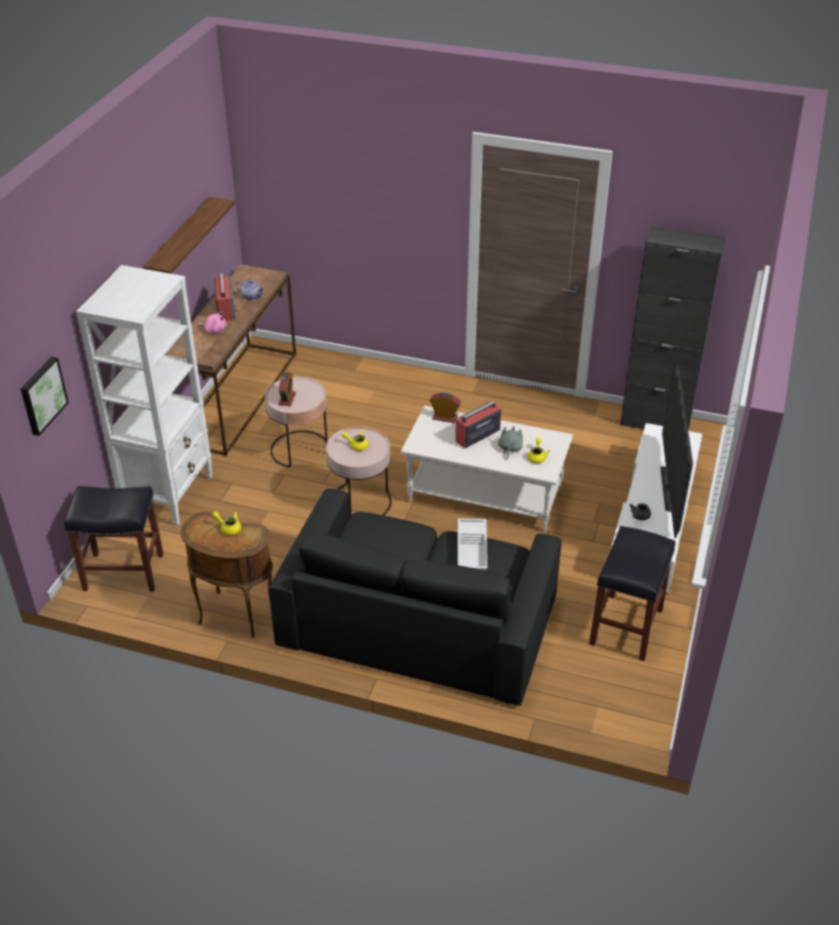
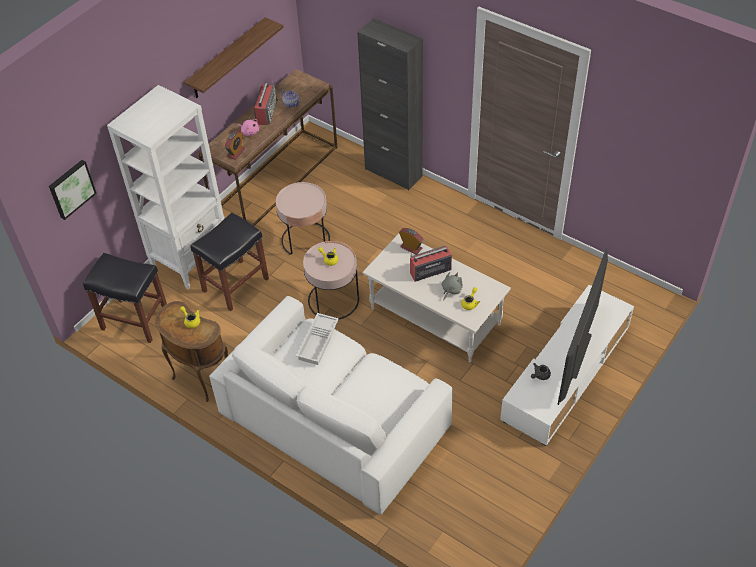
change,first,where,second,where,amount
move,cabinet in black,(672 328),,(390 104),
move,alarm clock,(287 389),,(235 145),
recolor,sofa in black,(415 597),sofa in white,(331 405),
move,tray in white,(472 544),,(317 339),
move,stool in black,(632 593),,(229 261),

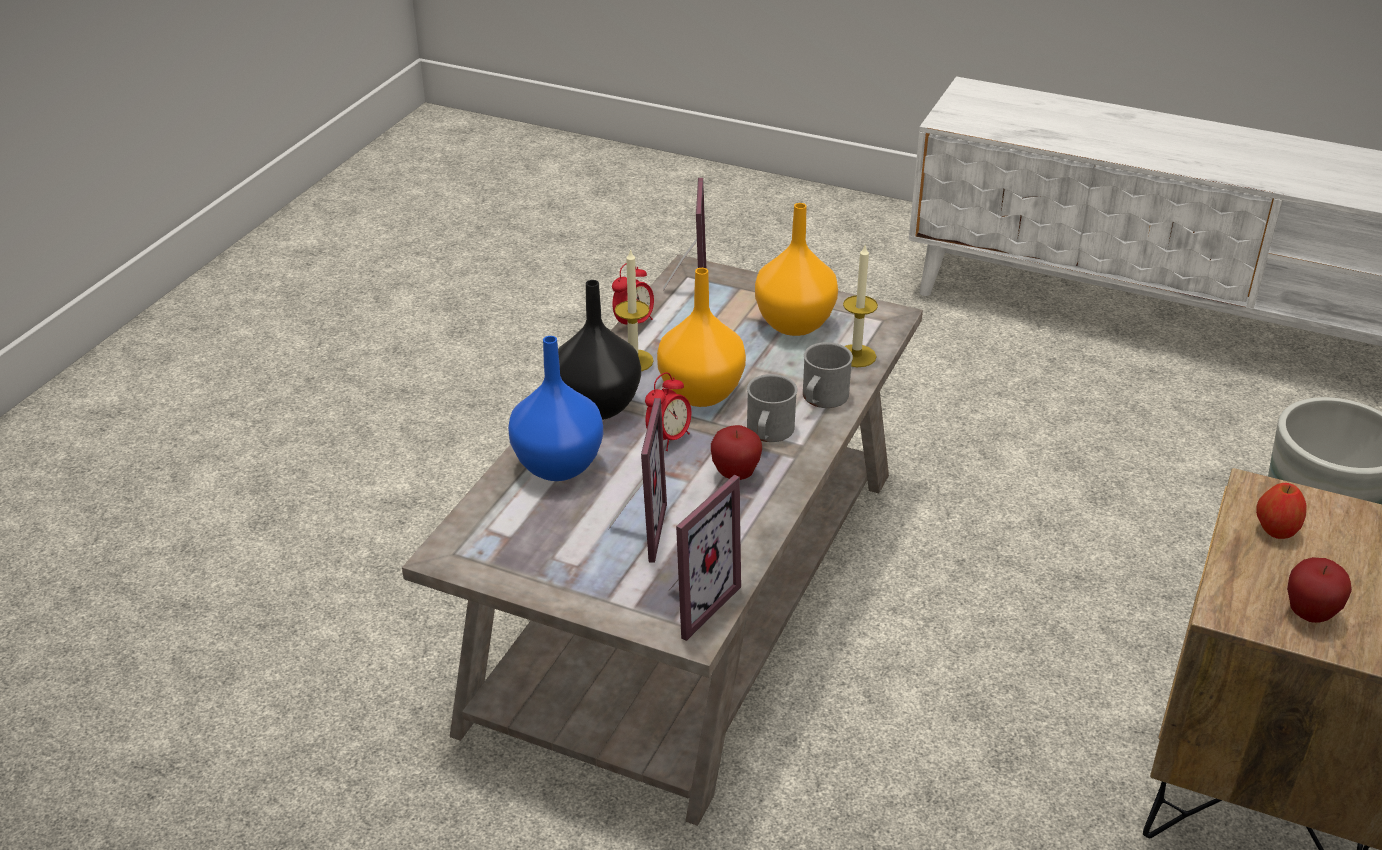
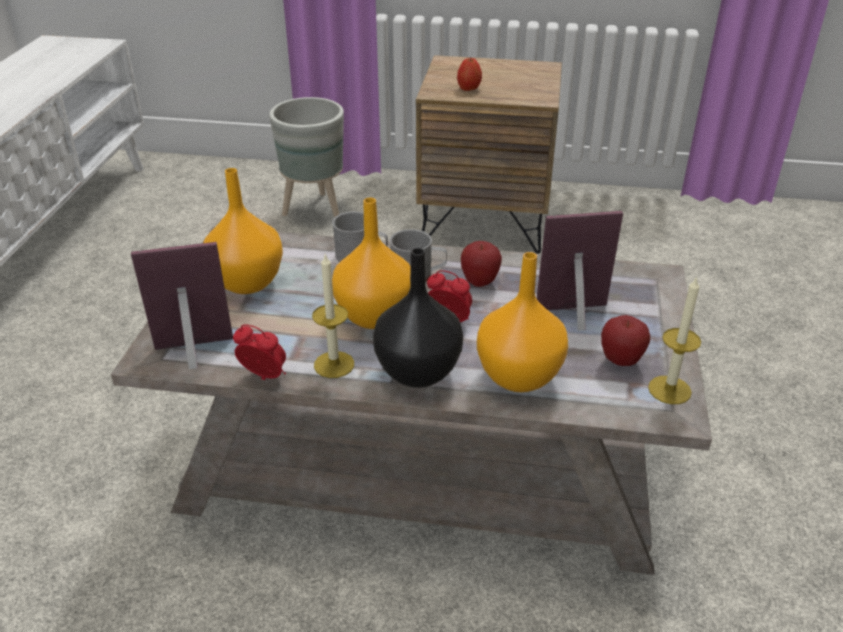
change,first,where,second,where,amount
move,candle,(860 306),,(674 340),
recolor,vase in blue,(555 408),vase in orange,(522 322),
delete,picture frame,(705 558),,,
move,apple,(1319 590),,(625 340),

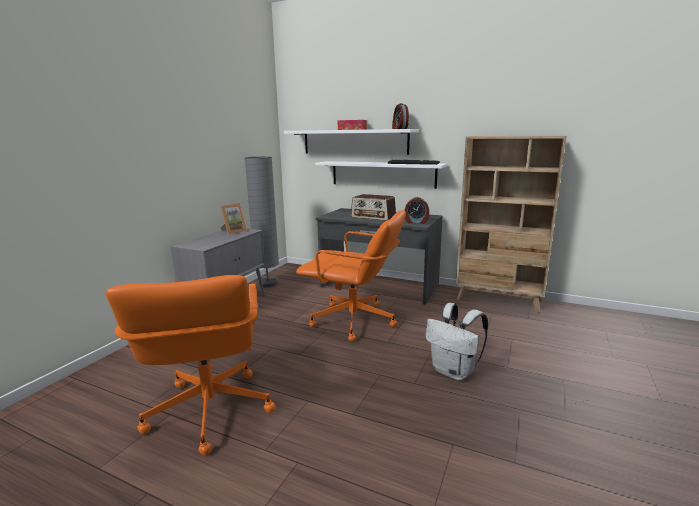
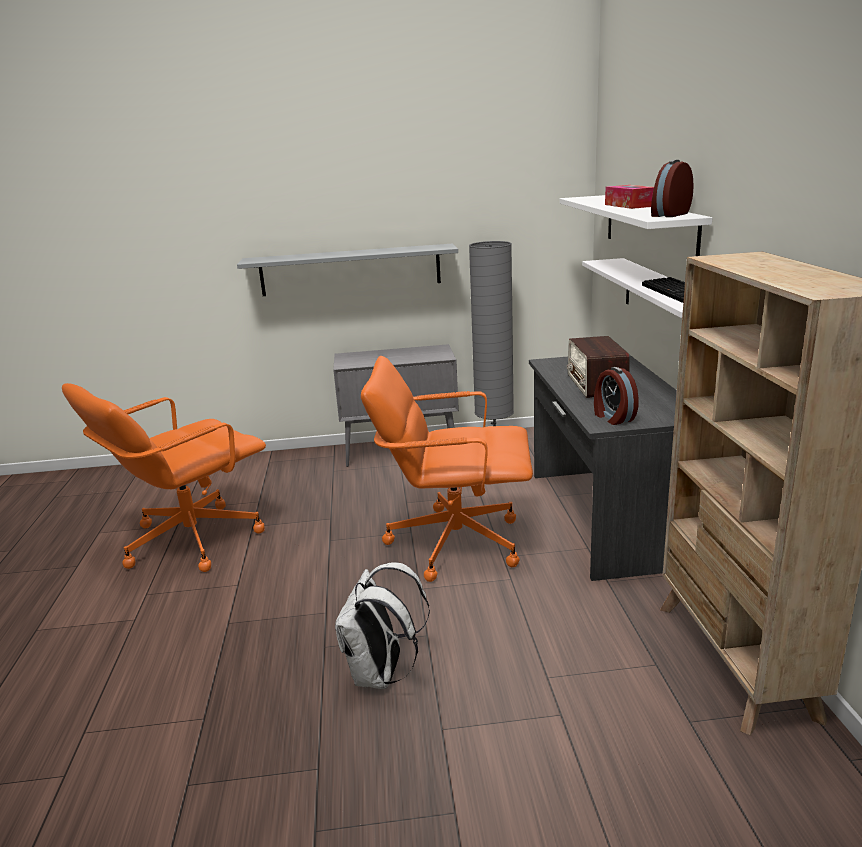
change,first,where,second,where,amount
delete,picture frame,(233 218),,,
rotate,office chair in orange,(351 275),,(447 469),105 degrees clockwise
insert,,,shelf in grey,(347 269),

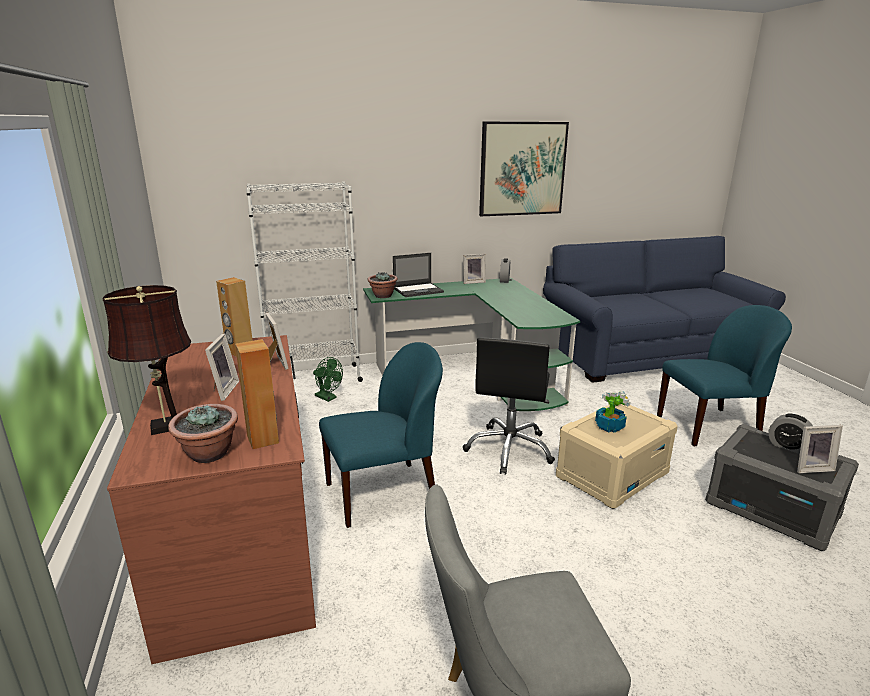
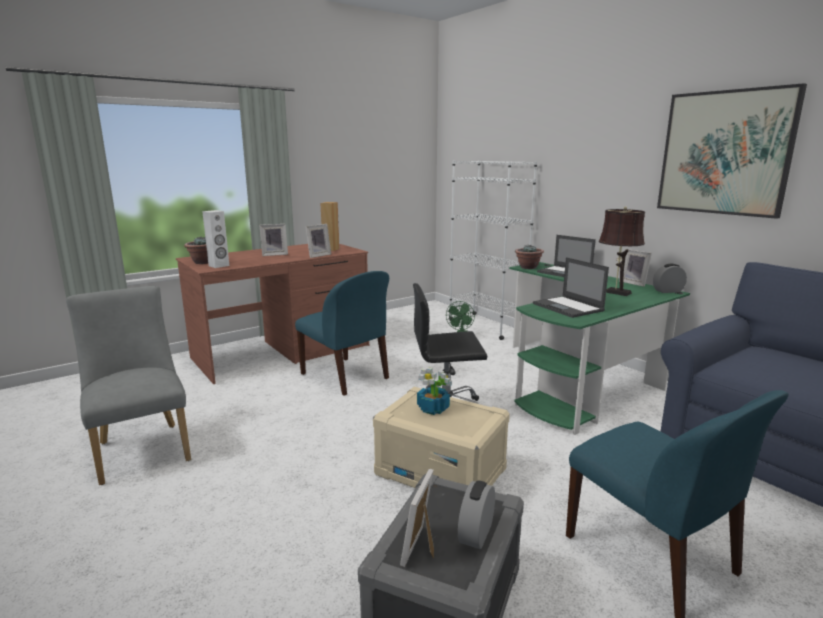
change,first,where,second,where,amount
move,table lamp in brown,(146 360),,(622 251),
recolor,speaker in brown,(257 394),speaker in white,(215 239),
rotate,picture frame,(820 449),,(417 518),45 degrees clockwise
insert,,,laptop,(571 287),

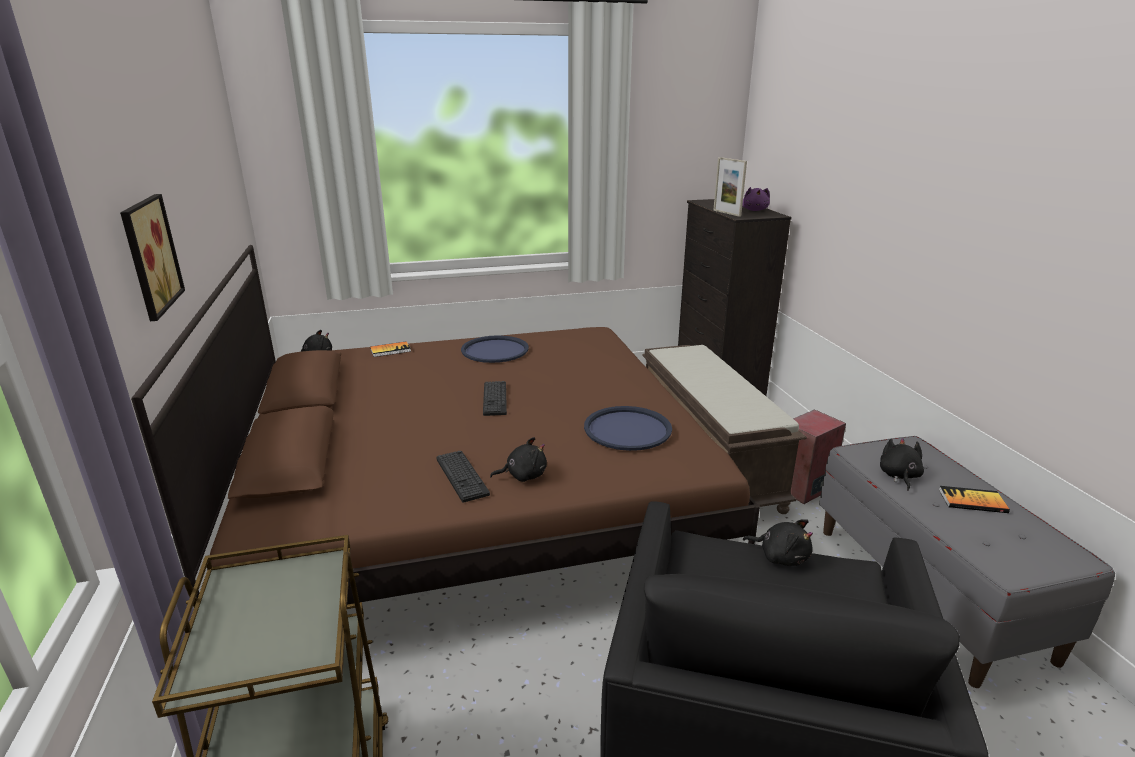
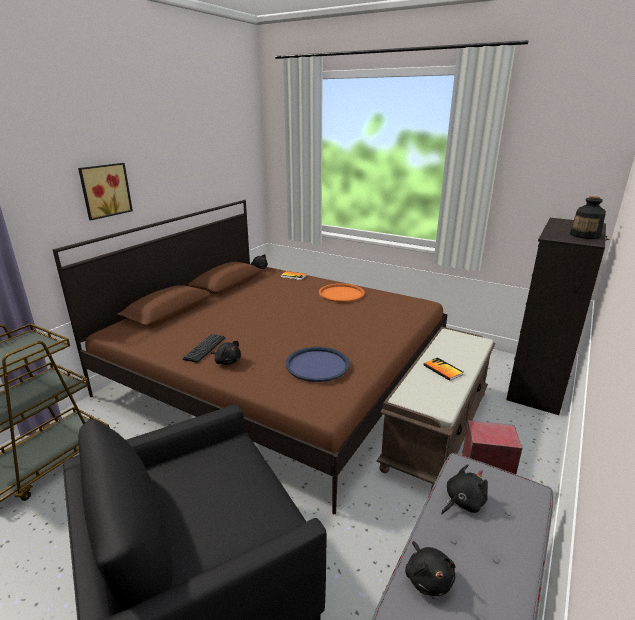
change,first,where,second,where,amount
delete,picture frame,(730 187),,,
replace,plush toy in purple,(756 199),bottle,(588 217),
recolor,tray in blue,(495 349),tray in orange,(342 292),
delete,keyboard,(495 398),,,
move,book,(974 499),,(443 369),
move,plush toy in black,(778 542),,(430 568),

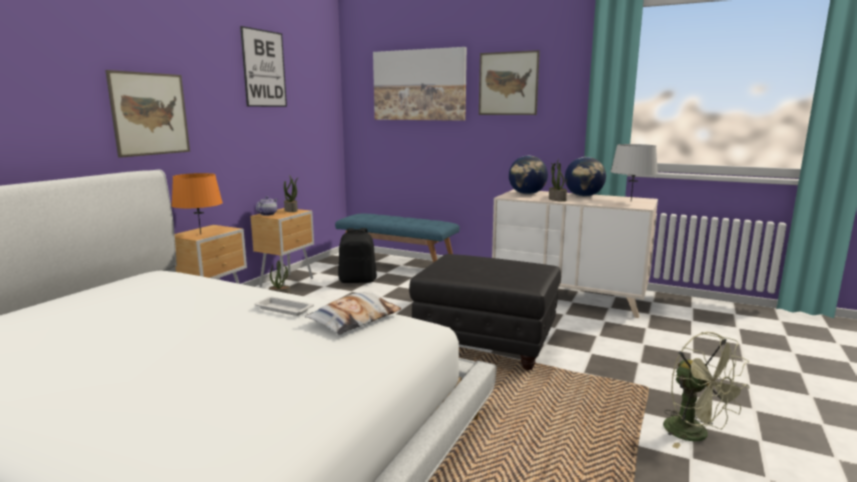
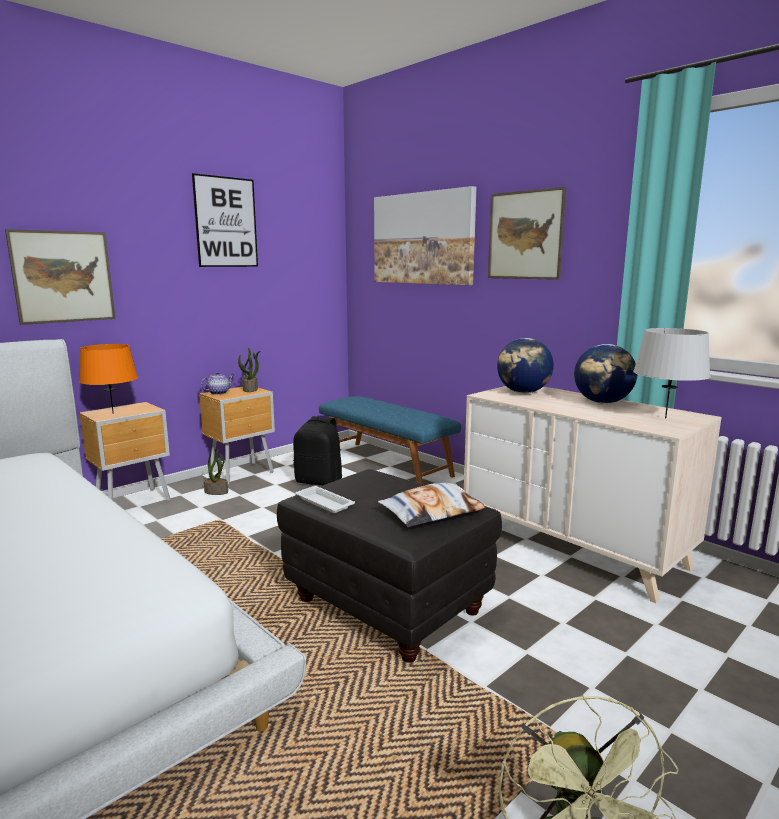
change,first,where,second,where,amount
delete,potted plant,(558 180),,,
move,pillow,(353 313),,(432 505),
move,tray in white,(284 306),,(325 499),

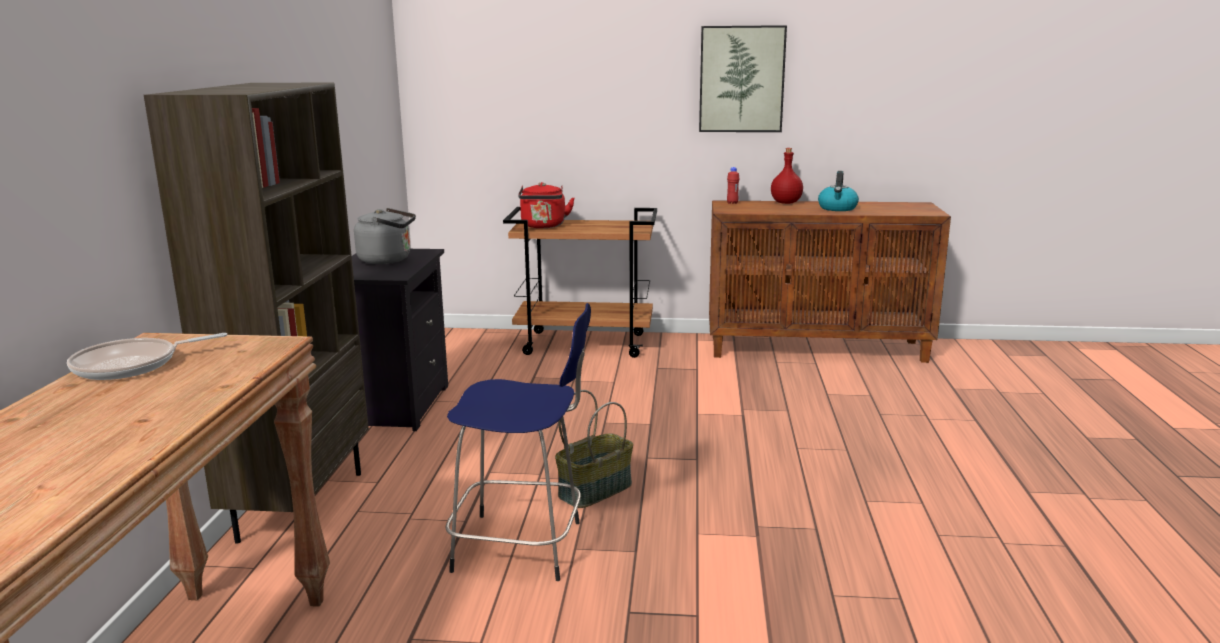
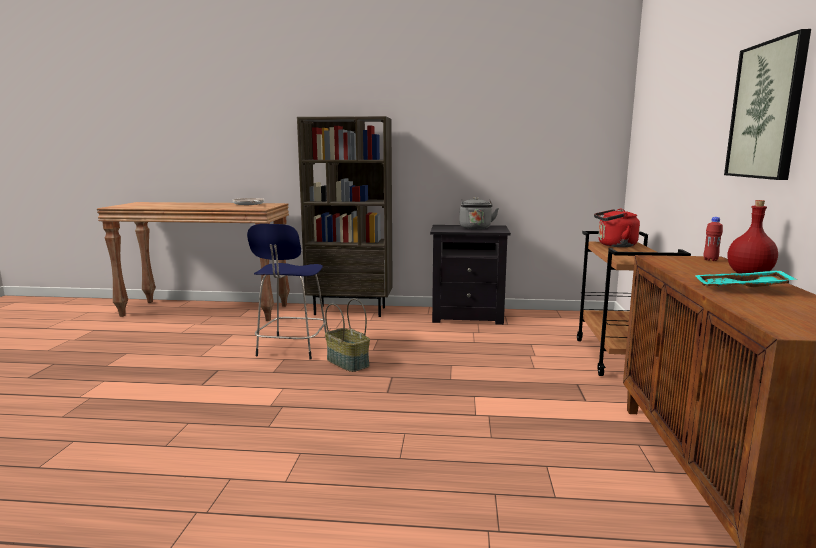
change,first,where,second,where,amount
replace,kettle,(838 191),tray in turquoise,(746 278),

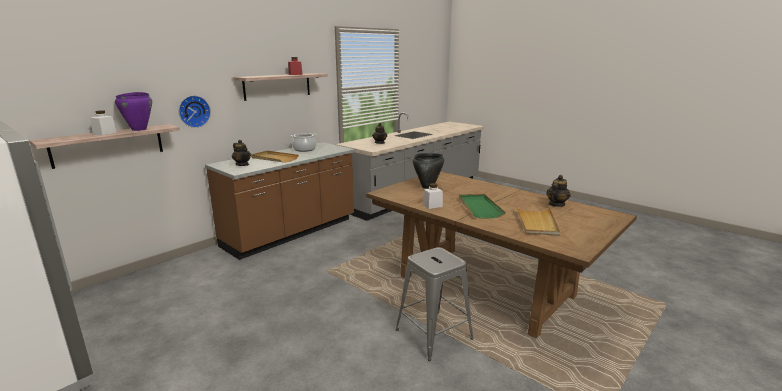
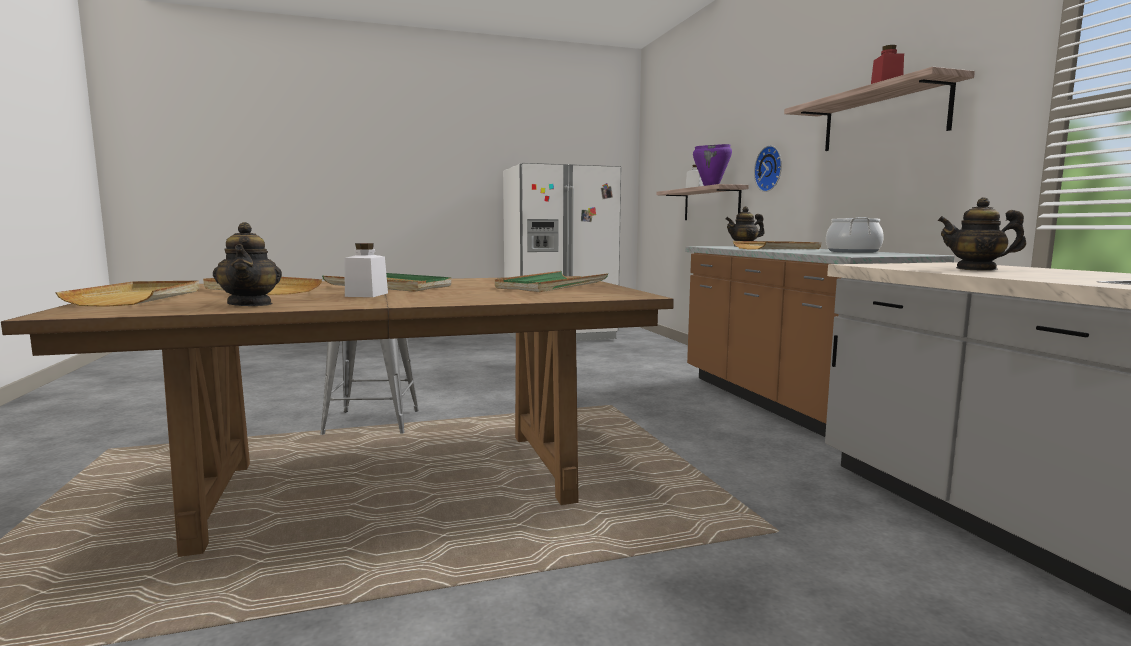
change,first,where,second,where,amount
replace,cooking pot in black,(428 171),tray in green,(551 281),
move,jar in white,(433 196),,(366 270),
insert,,,tray in beige,(127 293),

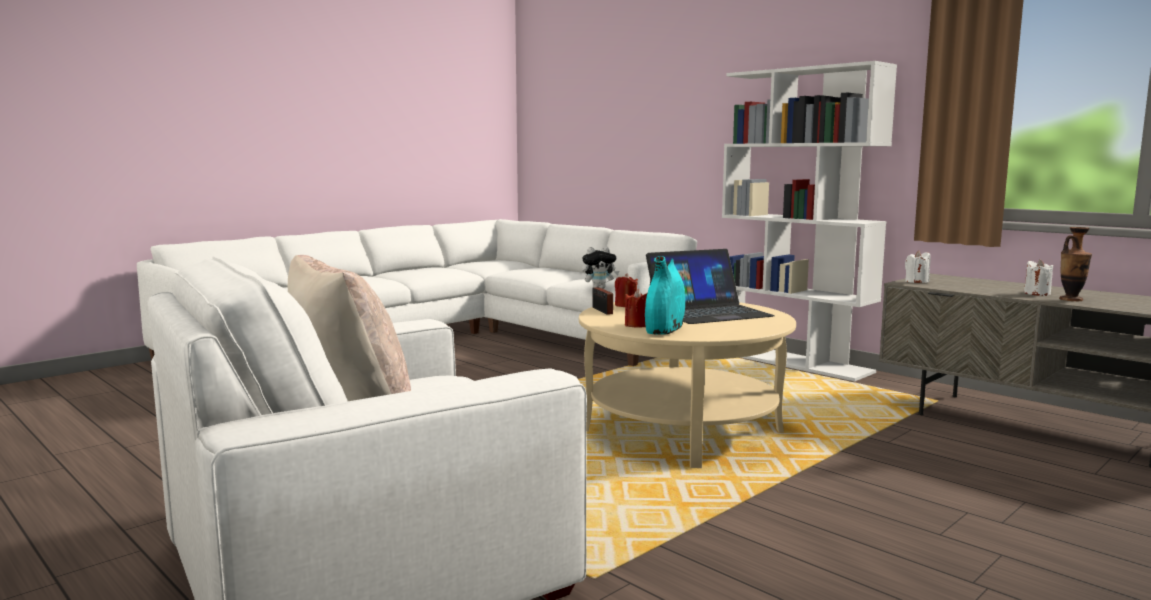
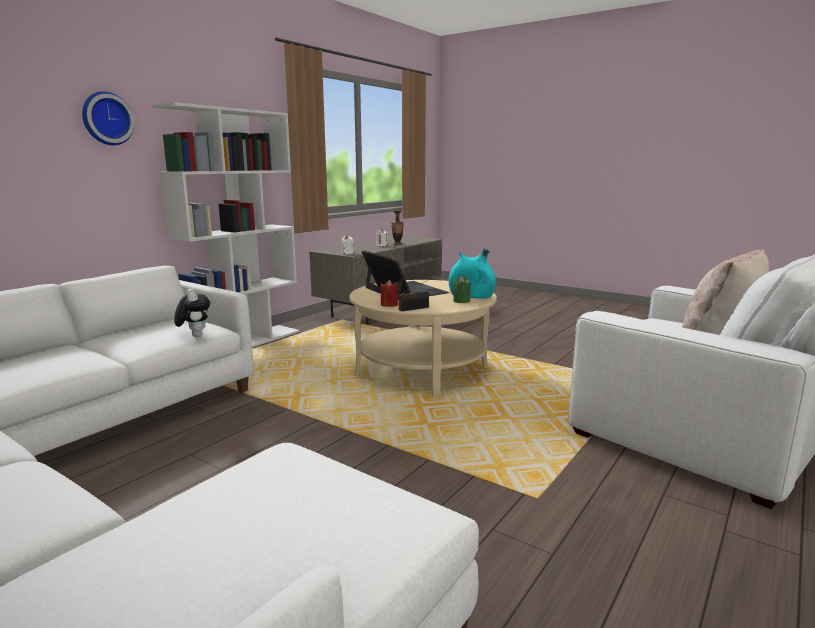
change,first,where,second,where,amount
recolor,candle in red,(636 308),candle in green,(462 289),
insert,,,wall clock,(108 118),

